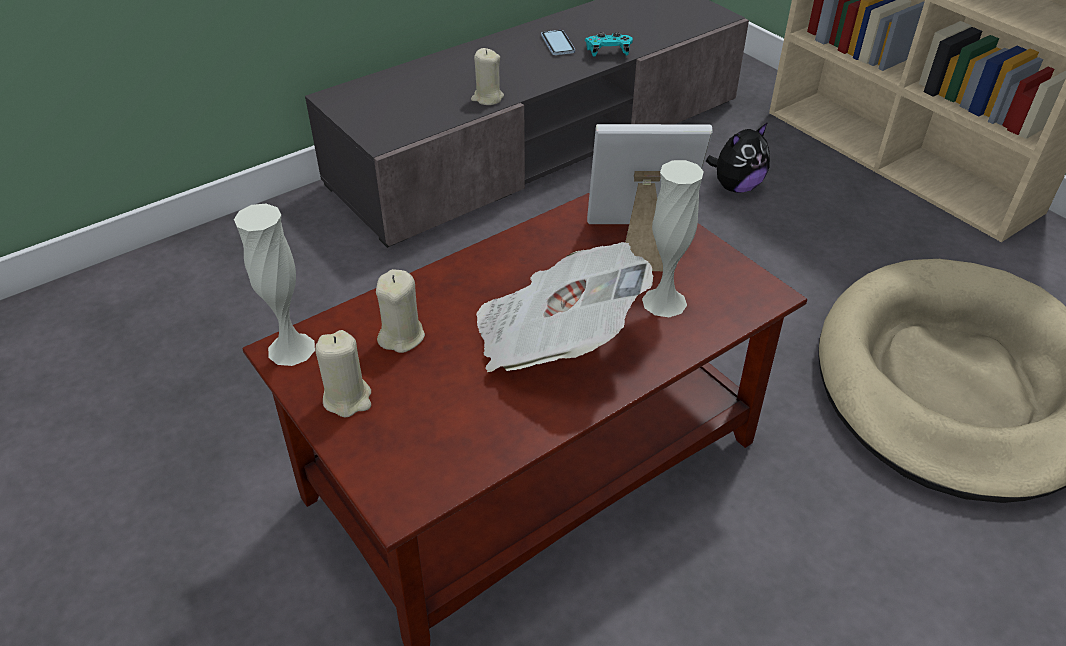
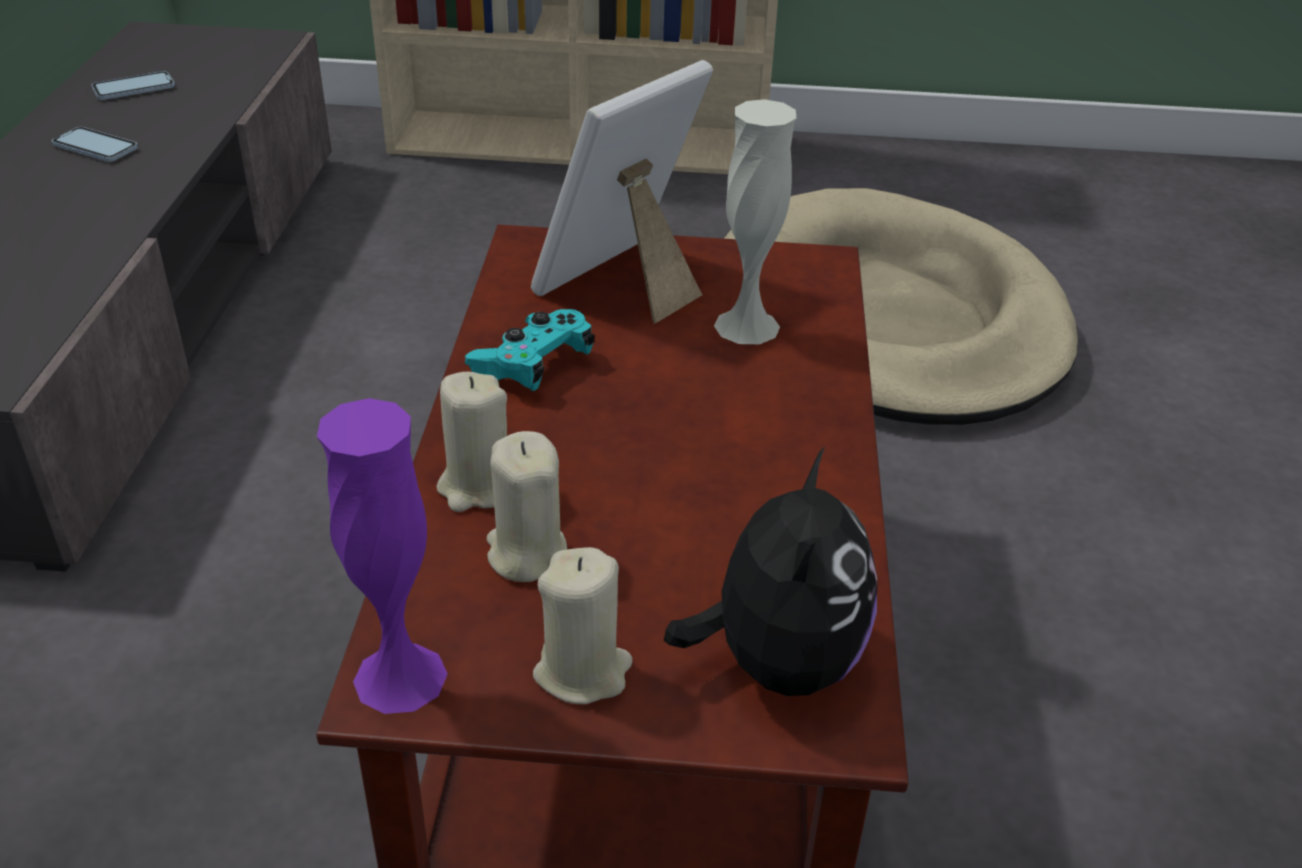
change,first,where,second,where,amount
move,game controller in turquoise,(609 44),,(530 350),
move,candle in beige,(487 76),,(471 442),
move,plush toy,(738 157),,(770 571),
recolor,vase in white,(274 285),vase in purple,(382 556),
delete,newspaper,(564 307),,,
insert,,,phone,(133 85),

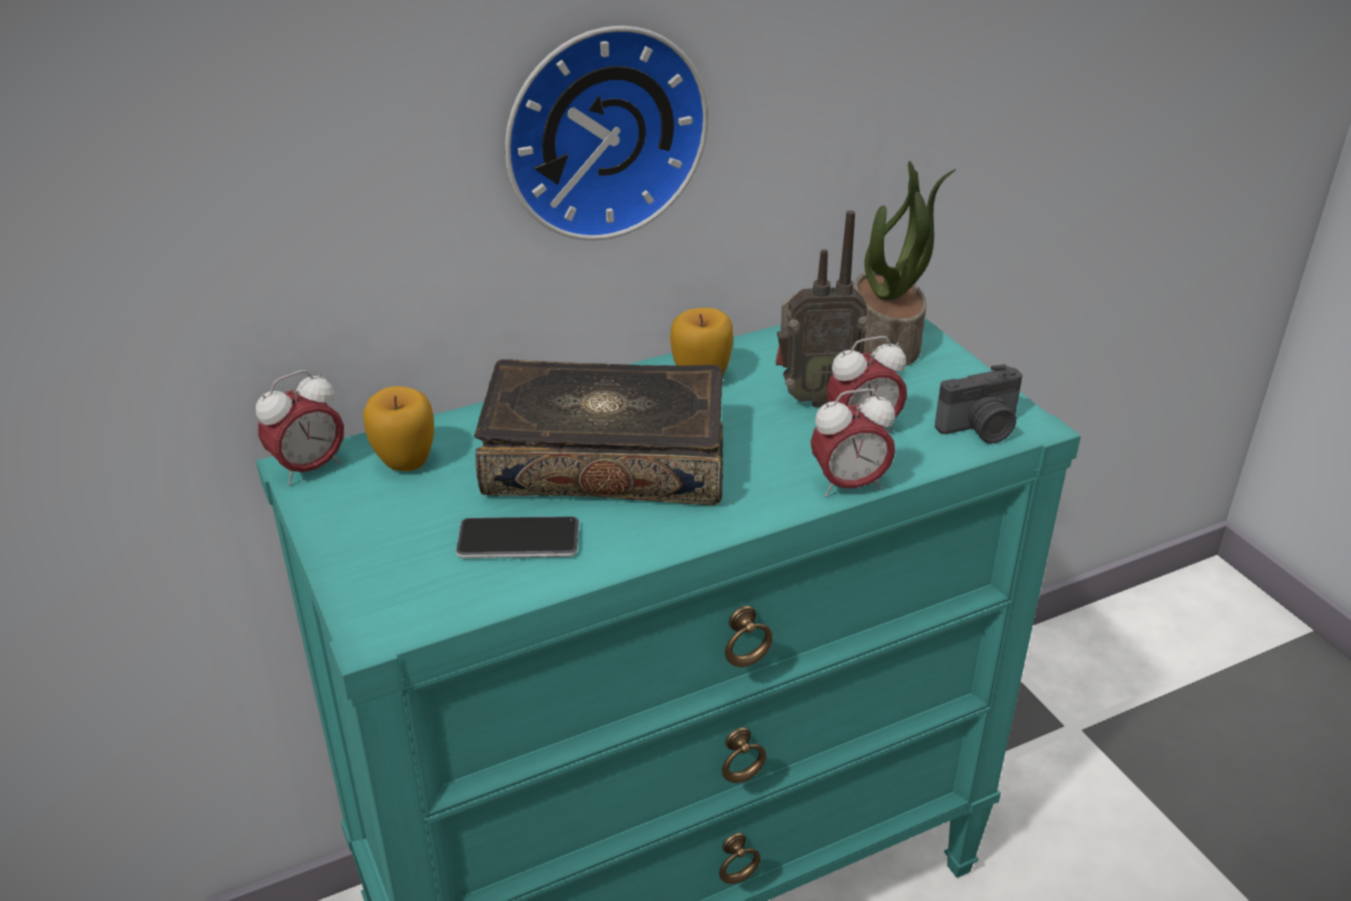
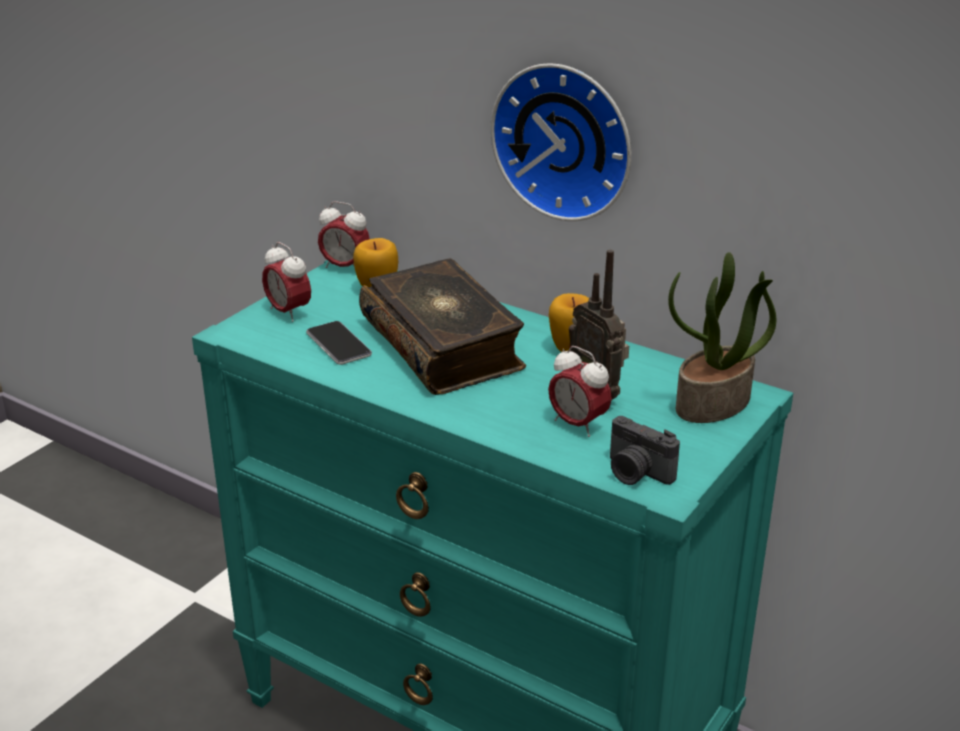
change,first,where,second,where,amount
move,alarm clock,(853 442),,(286 282),

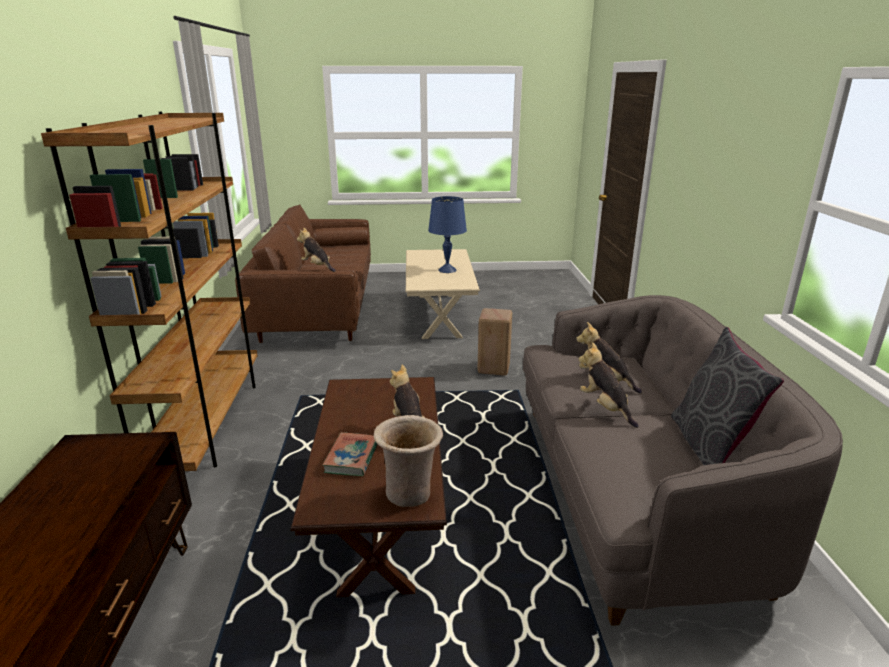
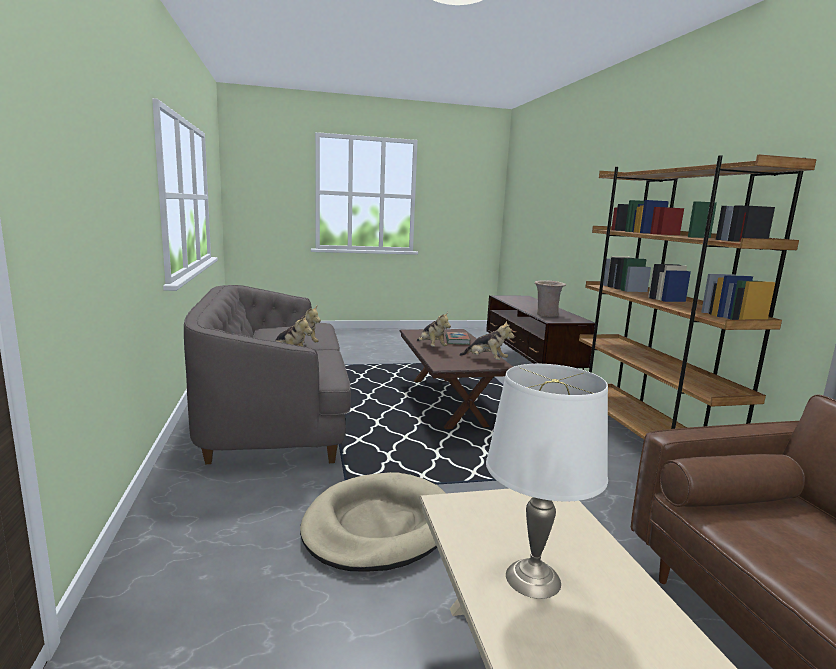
change,first,where,second,where,amount
recolor,table lamp in blue,(447 234),table lamp in white,(547 481),
move,plush toy,(316 249),,(487 340),
replace,stool in beige,(494 342),dog bed in beige,(373 522),
delete,pillow in grey,(727 396),,,
move,vase in beige,(408 461),,(550 298),

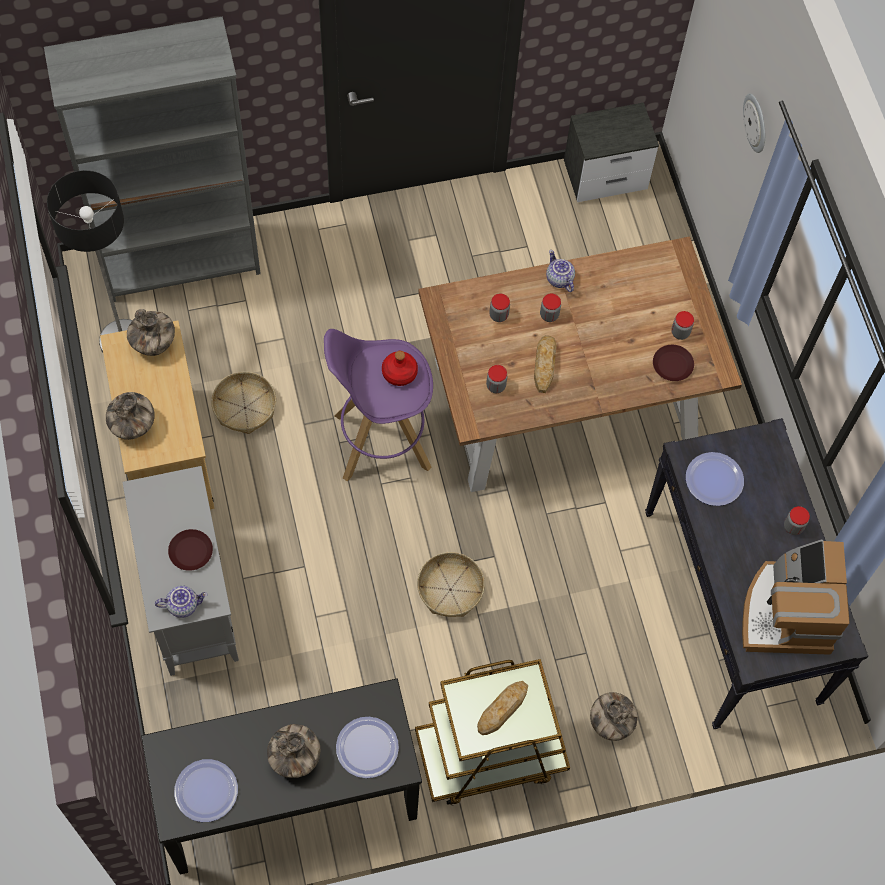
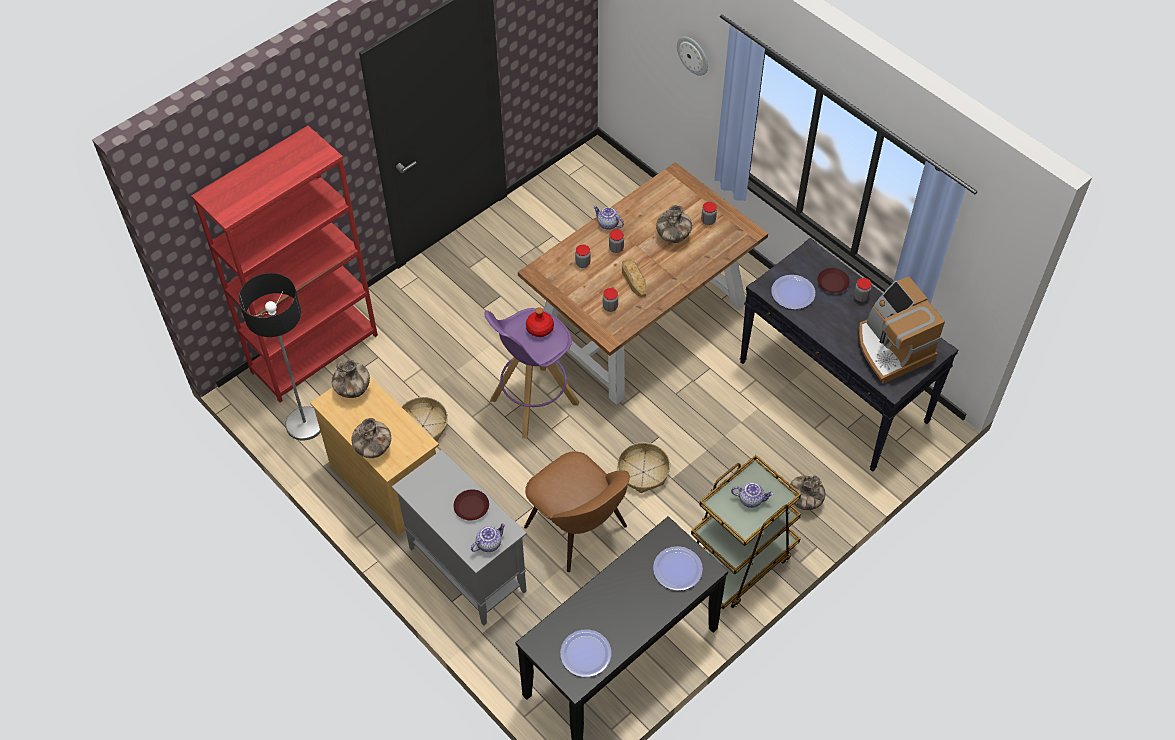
change,first,where,second,where,amount
recolor,bookcase in grey,(152 159),bookcase in red,(284 264),
delete,nightstand,(611 152),,,
move,plate in brown,(673 363),,(833 280),
replace,bread,(502 708),teapot,(752 495),
move,vase,(293 751),,(674 224),
insert,,,chair in brown,(577 511),

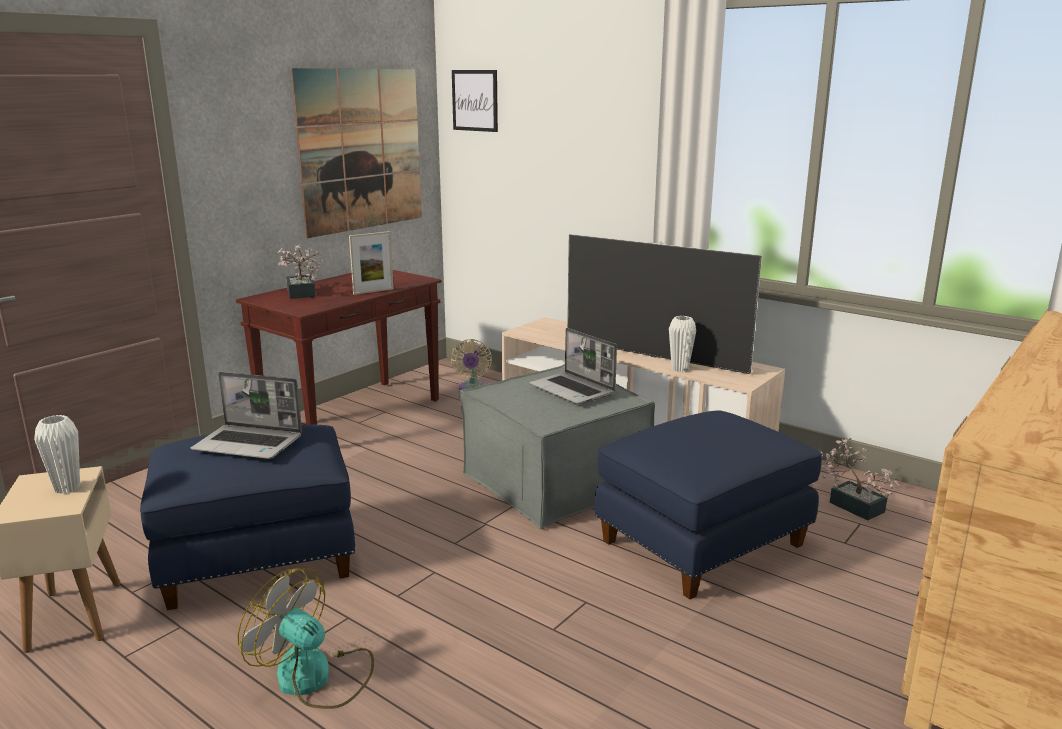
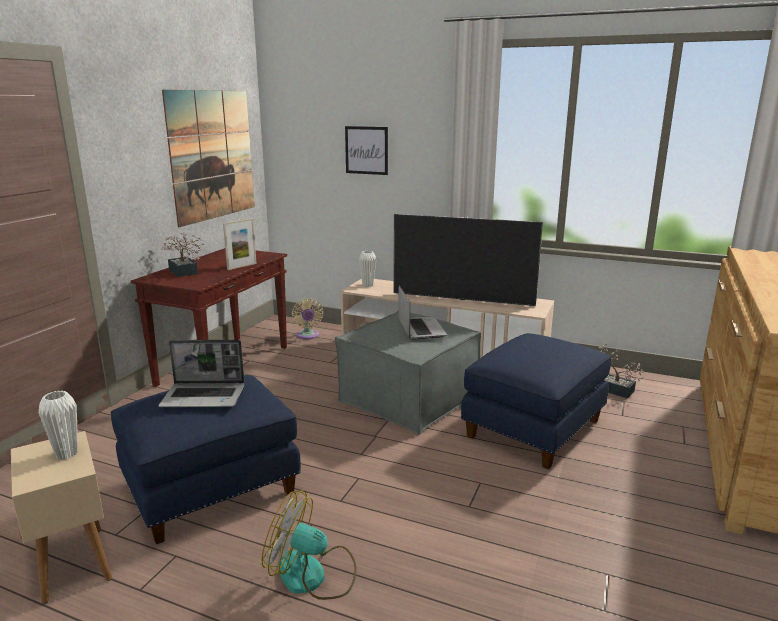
change,first,where,second,where,amount
move,picture,(475 101),,(366 150),
move,vase in white,(682 344),,(367 269),
rotate,laptop,(573 366),,(422 313),135 degrees counterclockwise

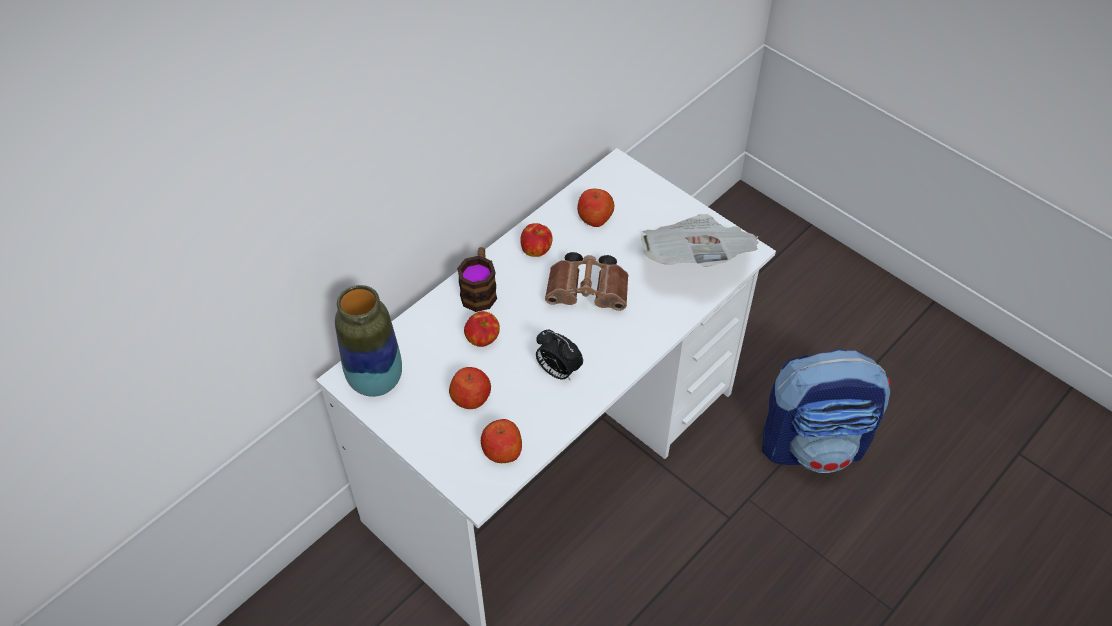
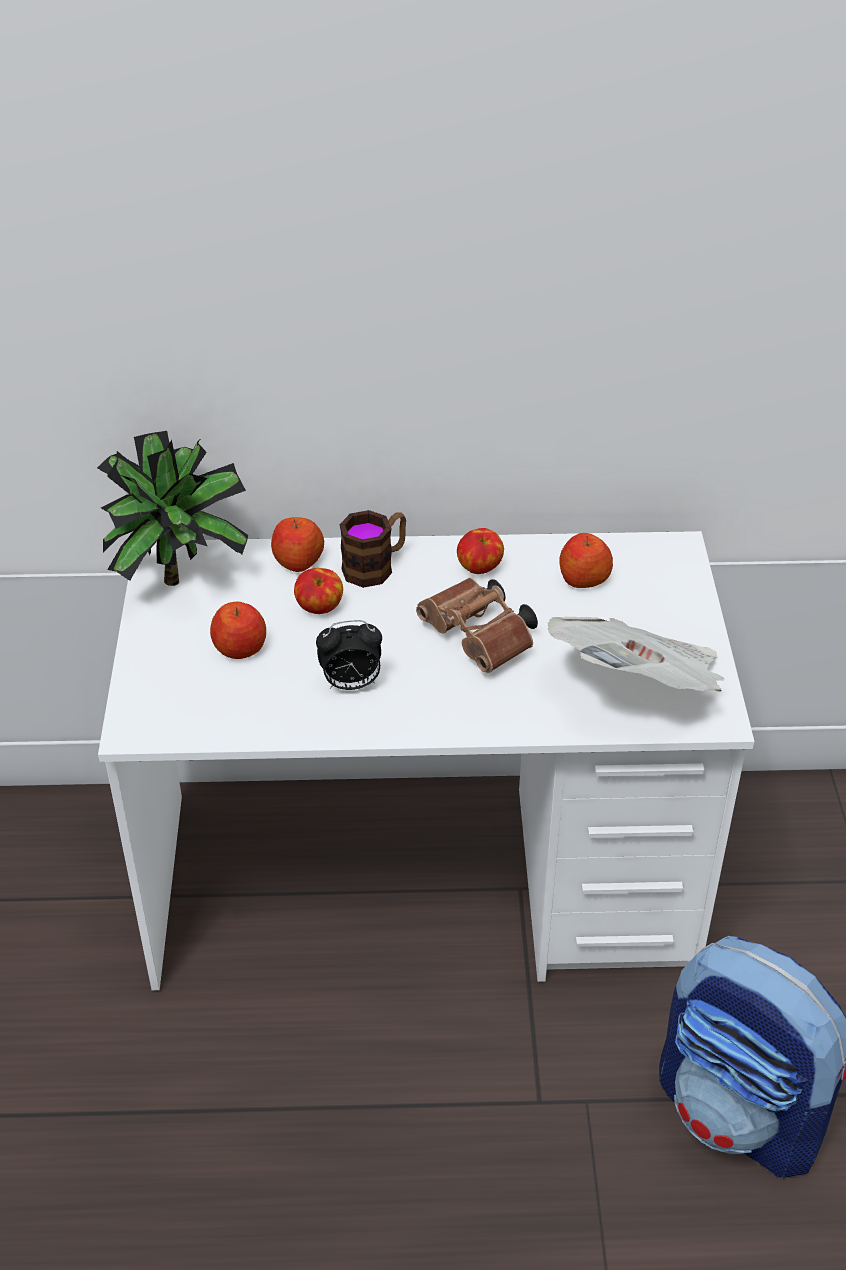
change,first,where,second,where,amount
replace,vase,(368 341),potted plant,(172 508),
rotate,alarm clock,(559 355),,(349 655),90 degrees counterclockwise
move,apple,(501 441),,(297 544),

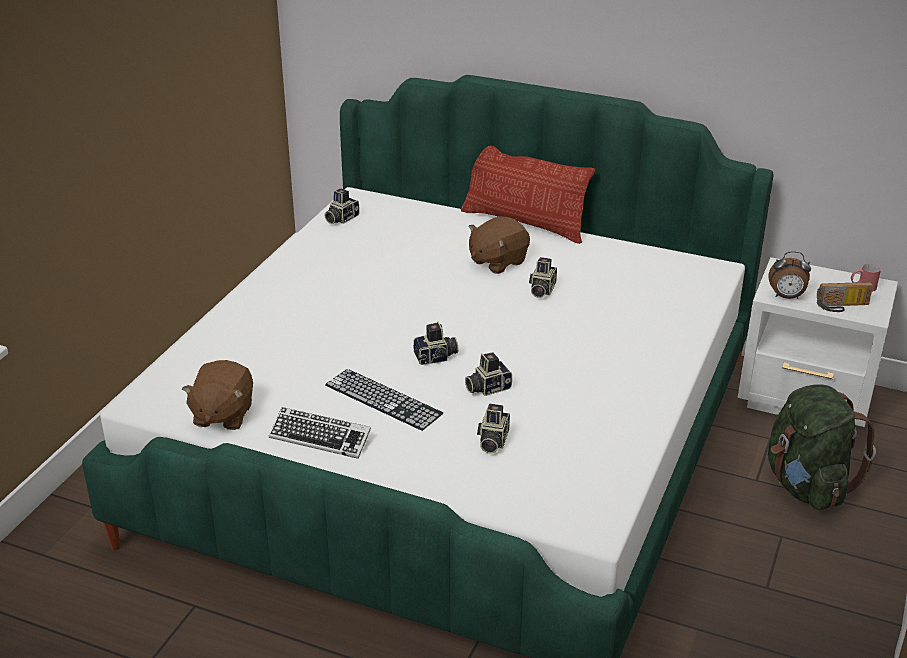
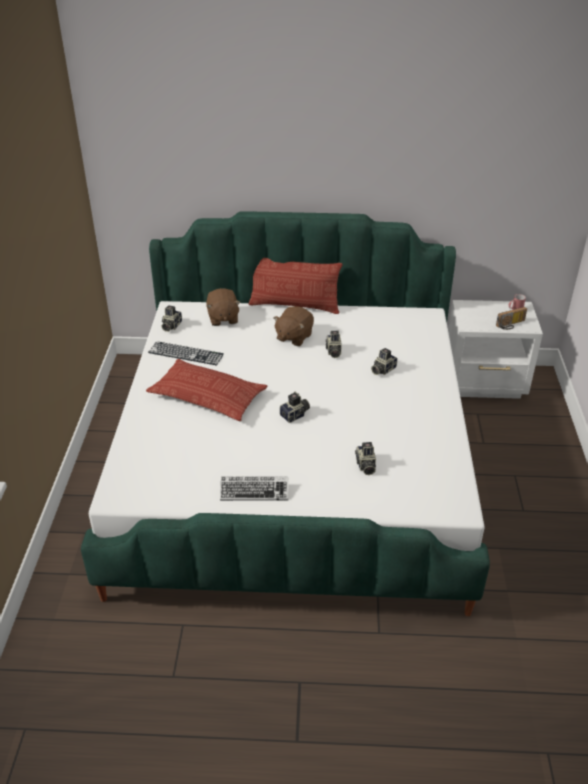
change,first,where,second,where,amount
delete,alarm clock,(790 275),,,
move,photo camera,(488 374),,(384 361),
move,plush toy in brown,(217 395),,(223 307),
move,keyboard,(384 400),,(186 353),
delete,backpack in green,(822 447),,,
insert,,,pillow,(206 390),

